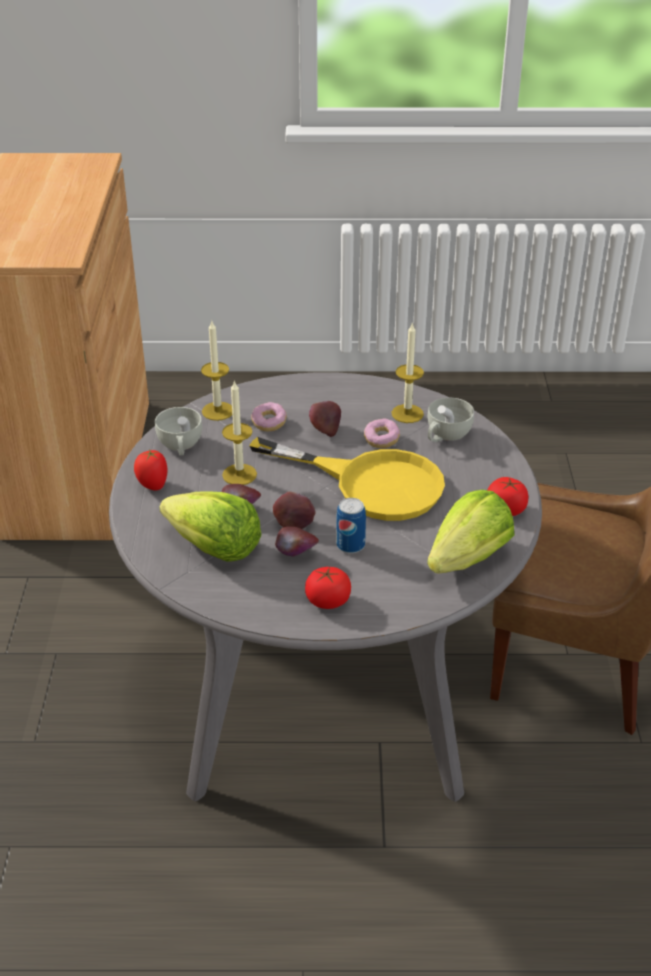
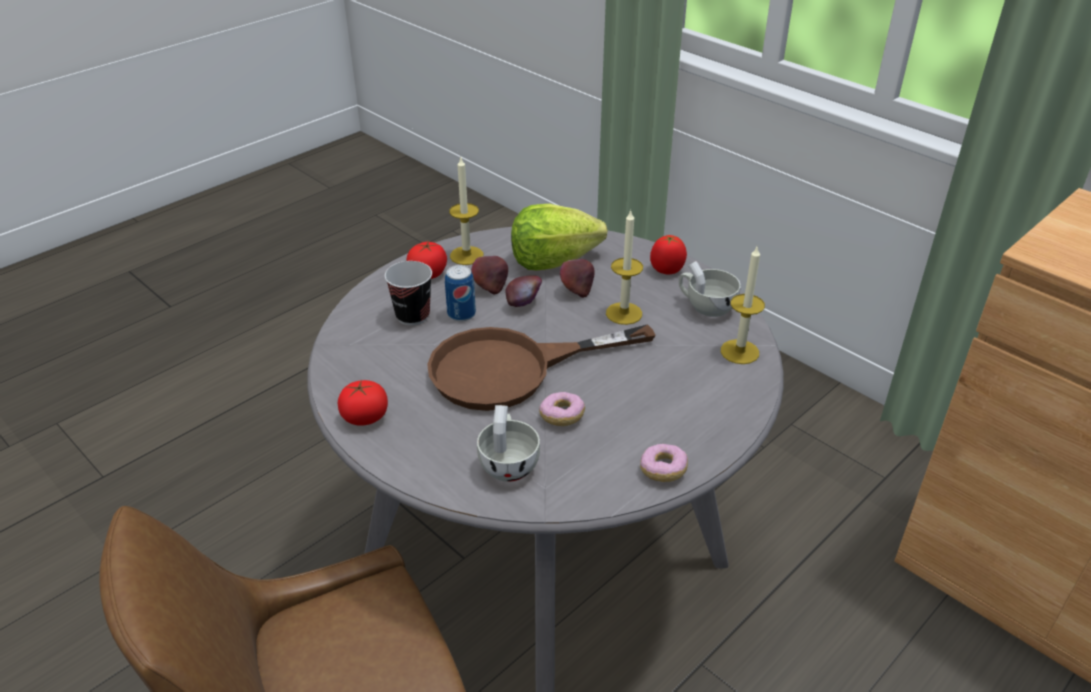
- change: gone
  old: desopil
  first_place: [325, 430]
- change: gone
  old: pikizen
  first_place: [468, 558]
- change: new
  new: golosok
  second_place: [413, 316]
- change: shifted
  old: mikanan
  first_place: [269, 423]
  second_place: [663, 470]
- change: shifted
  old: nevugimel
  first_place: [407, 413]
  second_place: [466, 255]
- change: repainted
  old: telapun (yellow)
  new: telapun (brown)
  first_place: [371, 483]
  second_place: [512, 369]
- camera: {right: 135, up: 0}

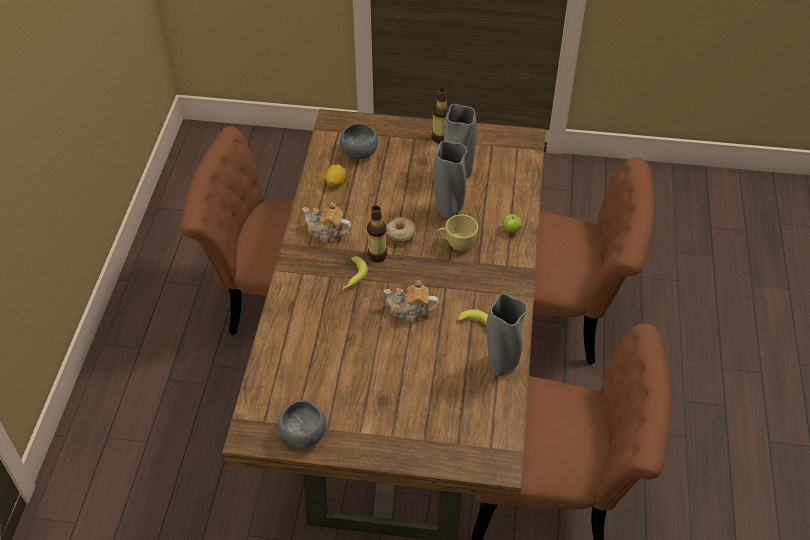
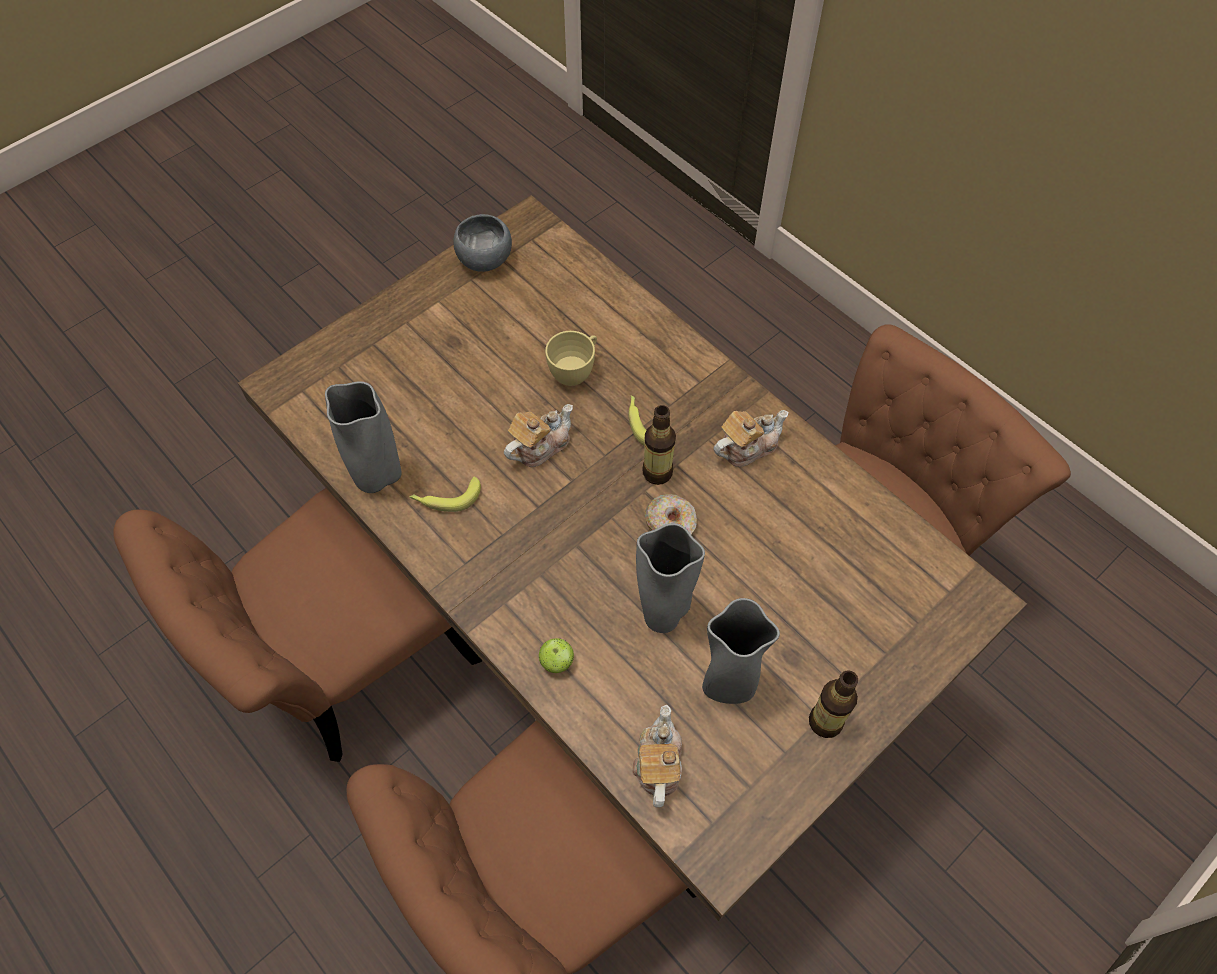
- change: gone
  old: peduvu
  first_place: [336, 182]
- change: gone
  old: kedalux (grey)
  first_place: [359, 151]
- change: new
  new: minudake
  second_place: [657, 765]
- change: shifted
  old: golosok (yellow)
  first_place: [456, 244]
  second_place: [575, 371]
- camera: {right: 130, up: 10}

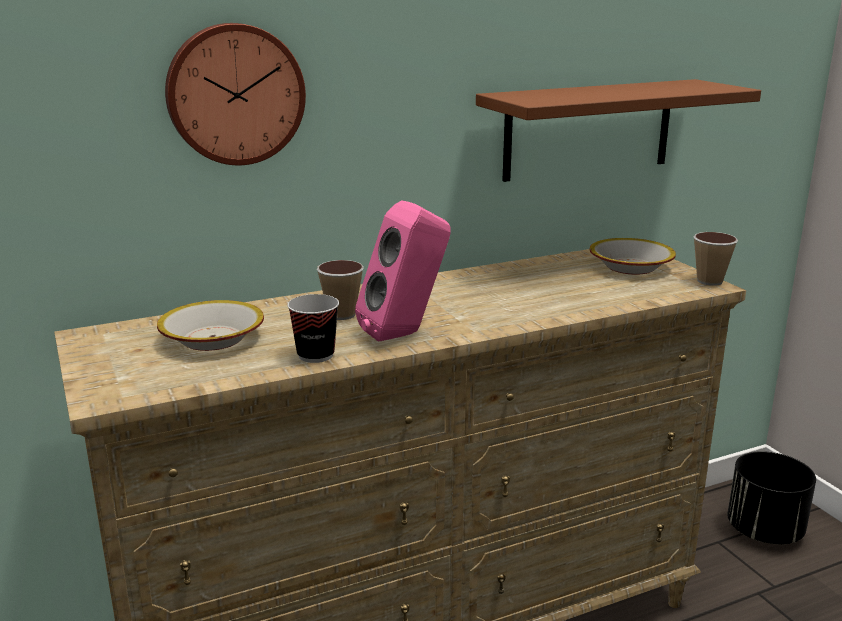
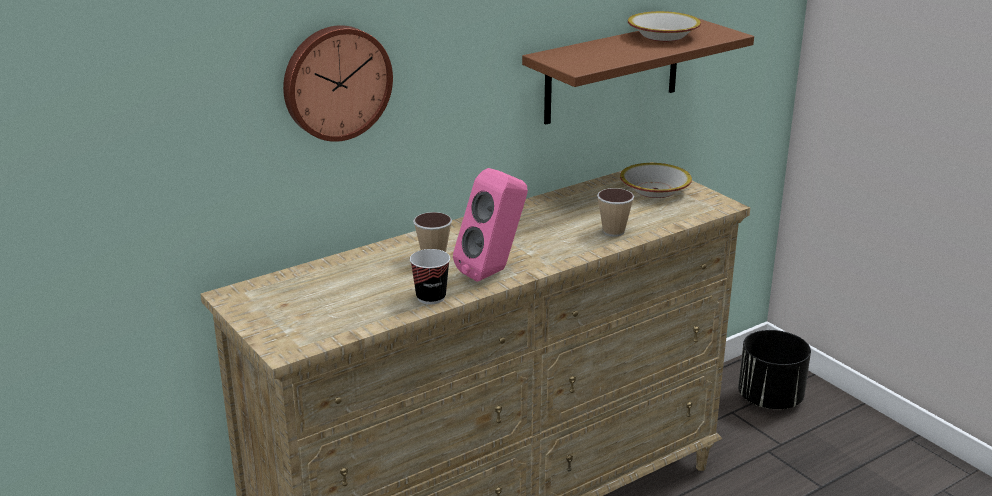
- change: shifted
  old: kedalux
  first_place: [212, 338]
  second_place: [662, 35]
- change: shifted
  old: golosok
  first_place: [709, 281]
  second_place: [613, 231]
- camera: {right: -10, up: 5}

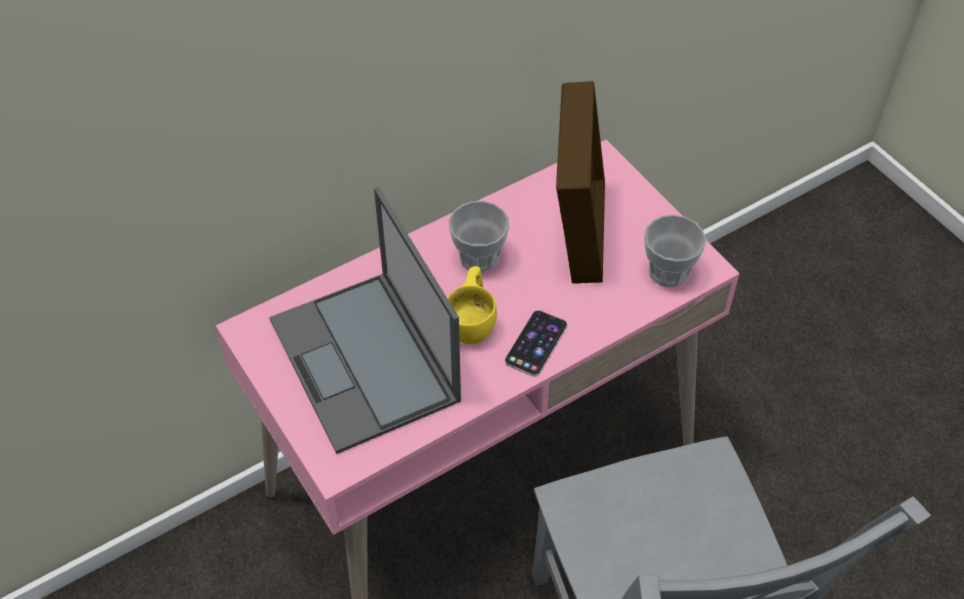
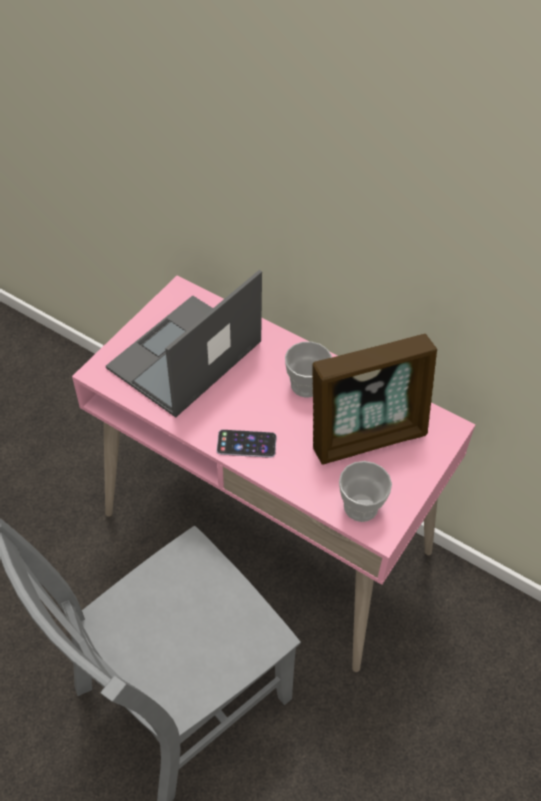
- change: gone
  old: golosok (yellow)
  first_place: [473, 321]
- camera: {right: 65, up: 0}

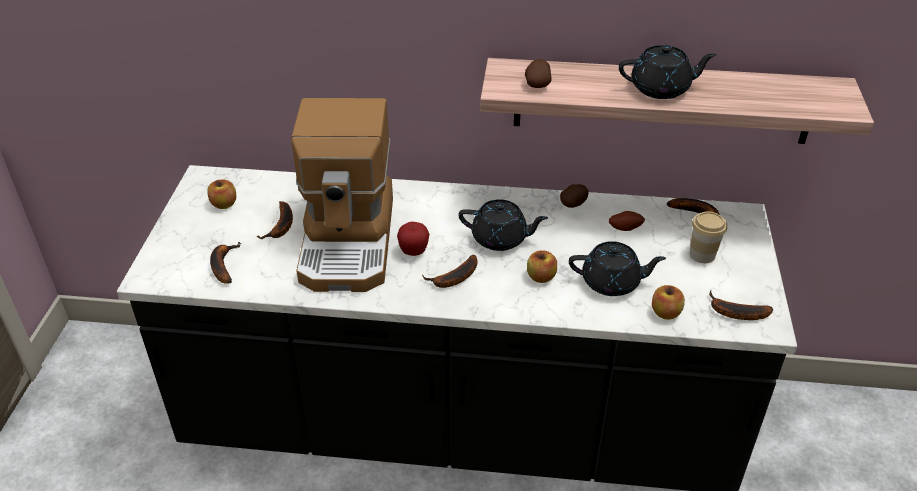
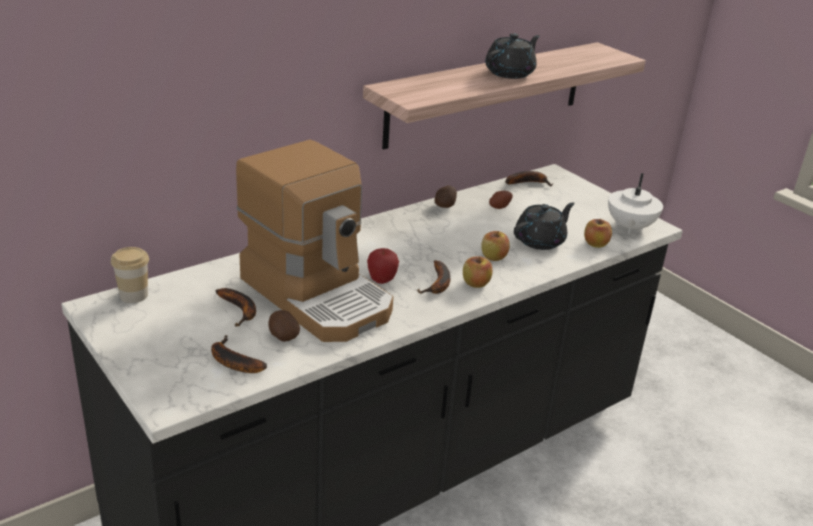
- change: gone
  old: minudake (black)
  first_place: [500, 238]
- change: shifted
  old: desopil
  first_place: [224, 204]
  second_place: [476, 283]
- change: shifted
  old: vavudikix
  first_place: [537, 84]
  second_place: [282, 336]
- change: shifted
  old: golosok
  first_place: [702, 255]
  second_place: [134, 295]
- change: swapped
  old: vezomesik
  new: minudake (white)
  first_place: [734, 313]
  second_place: [629, 227]
- camera: {right: -45, up: -10}

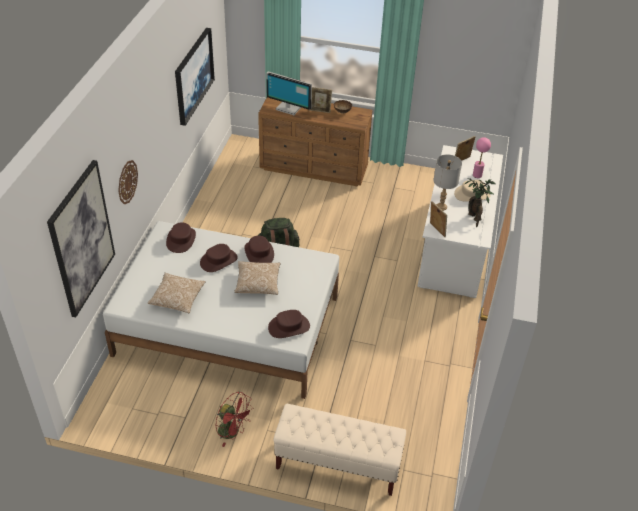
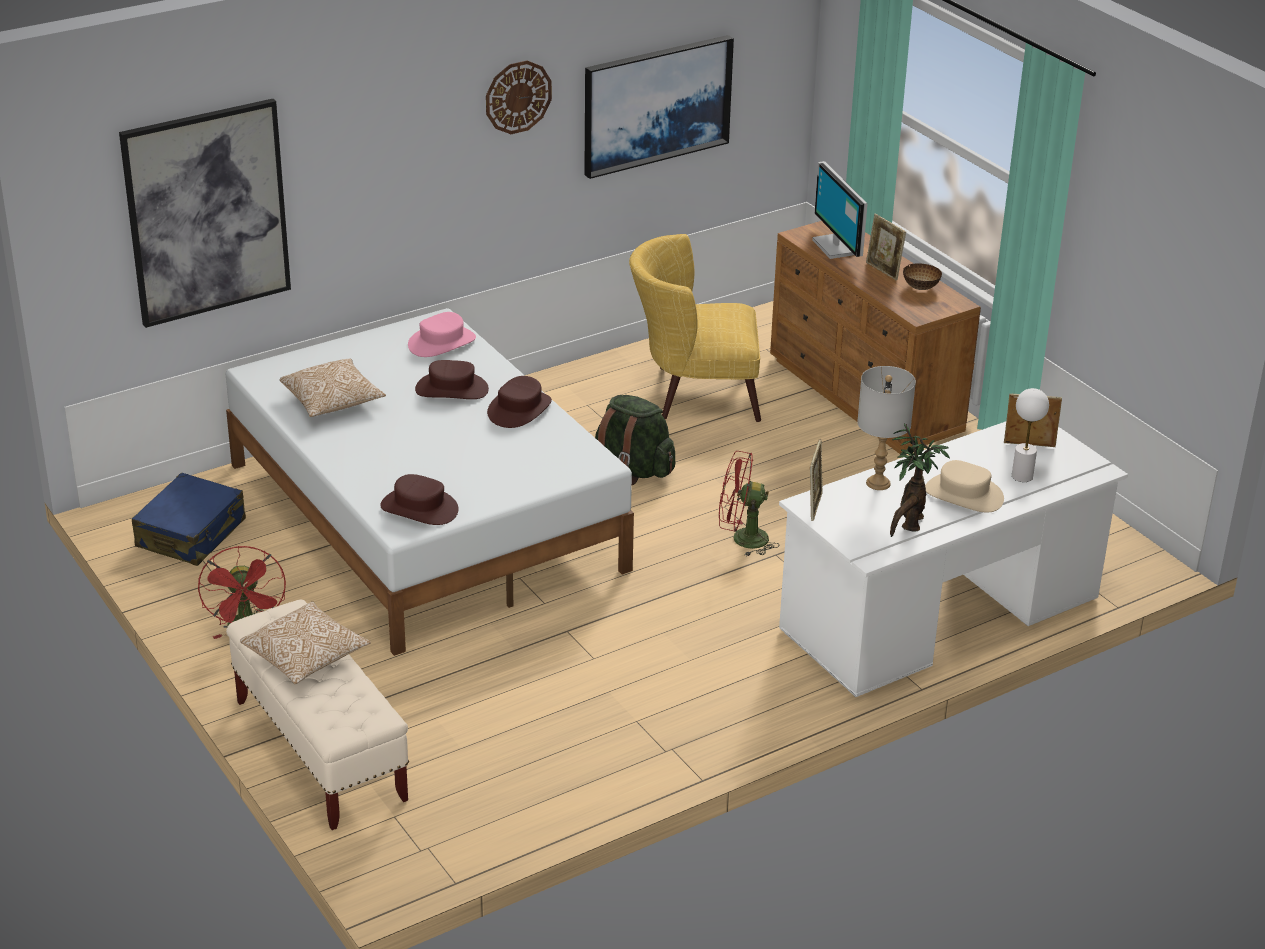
- change: new
  new: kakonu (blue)
  second_place: [191, 534]
- change: new
  new: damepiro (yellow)
  second_place: [694, 393]
- change: new
  new: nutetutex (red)
  second_place: [742, 539]
- change: shifted
  old: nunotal
  first_place: [127, 182]
  second_place: [518, 97]
- change: shifted
  old: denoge
  first_place: [258, 284]
  second_place: [305, 657]
- change: repainted
  old: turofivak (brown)
  new: turofivak (pink)
  first_place: [181, 240]
  second_place: [442, 343]
- change: repainted
  old: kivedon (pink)
  new: kivedon (white)
  first_place: [477, 175]
  second_place: [1022, 476]
- camera: {right: 45, up: -10}

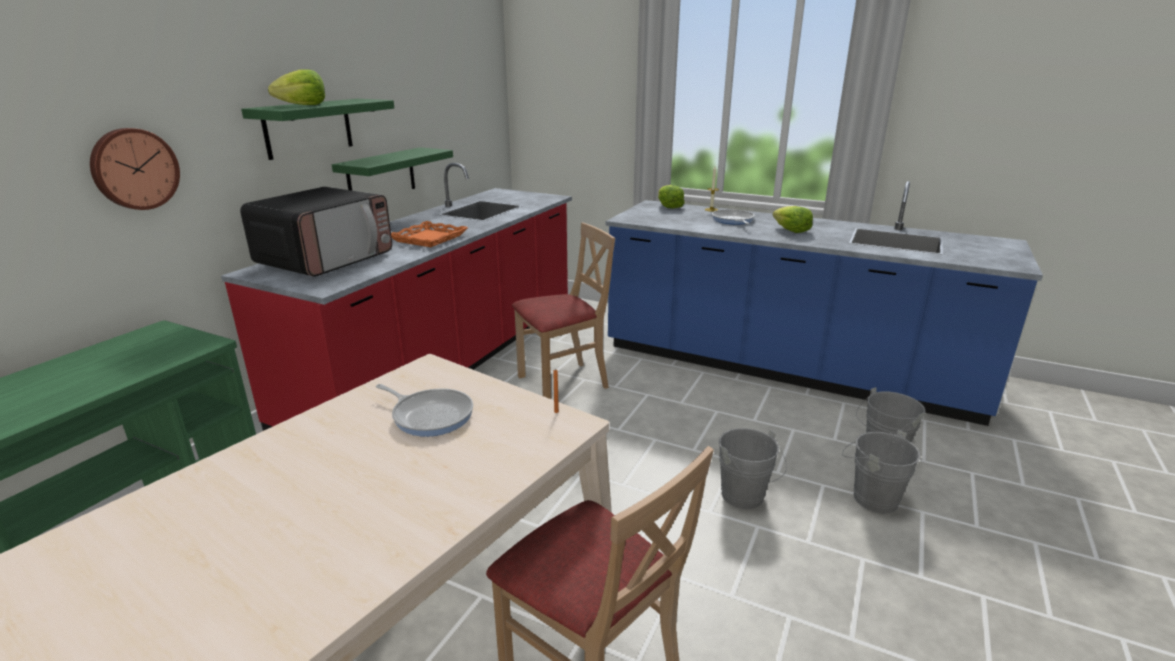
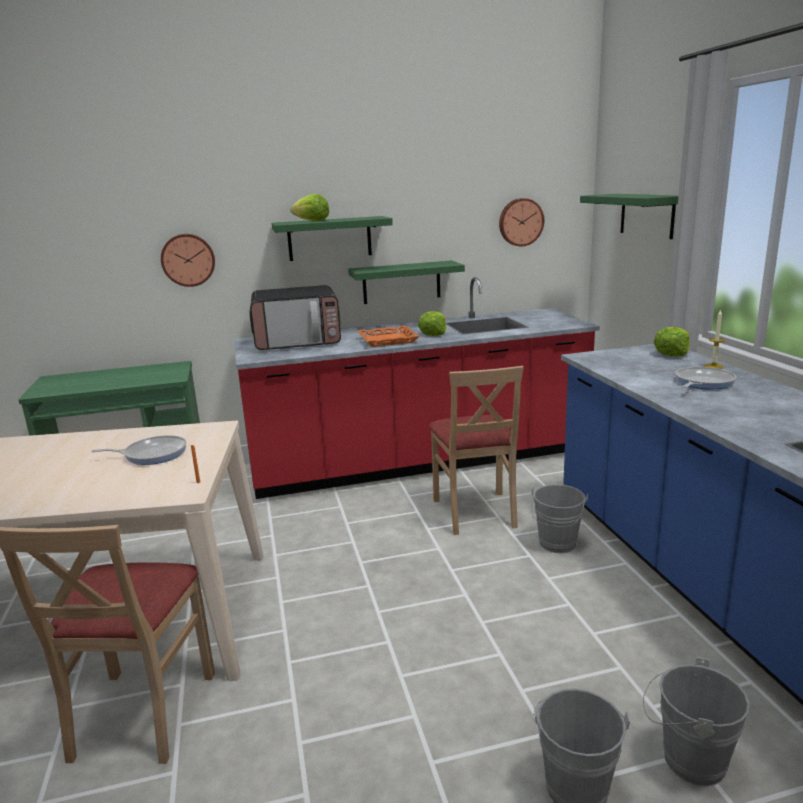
- change: new
  new: nunotal
  second_place: [520, 222]
- change: new
  new: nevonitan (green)
  second_place: [647, 215]
- change: shifted
  old: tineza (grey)
  first_place: [745, 498]
  second_place: [556, 545]
- change: shifted
  old: pikizen
  first_place: [791, 230]
  second_place: [433, 333]
- change: rotated
  old: telapun
  first_place: [430, 415]
  second_place: [152, 454]
  degrees: -90
- change: rotated
  old: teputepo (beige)
  first_place: [563, 383]
  second_place: [475, 512]
  degrees: 60
- camera: {right: 50, up: -5}

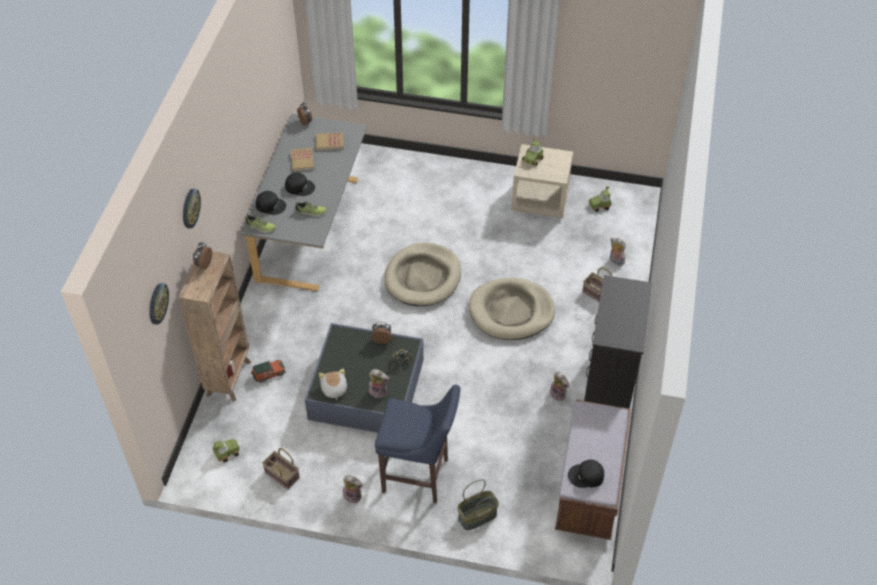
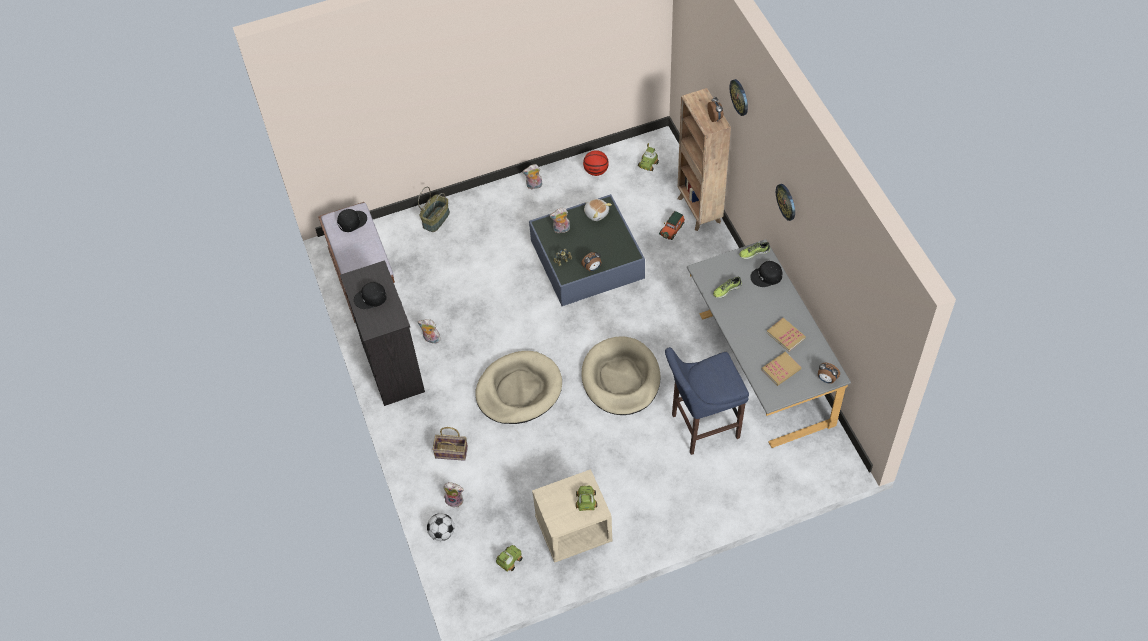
- change: new
  new: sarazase
  second_place: [442, 533]
- change: shifted
  old: nunotal
  first_place: [157, 303]
  second_place: [786, 201]
- change: shifted
  old: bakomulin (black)
  first_place: [300, 186]
  second_place: [370, 298]
- change: shifted
  old: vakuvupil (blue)
  first_place: [419, 476]
  second_place: [701, 427]
- change: swapped
  old: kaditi
  new: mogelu
  first_place: [281, 475]
  second_place: [596, 171]
- camera: {right: 150, up: 5}

